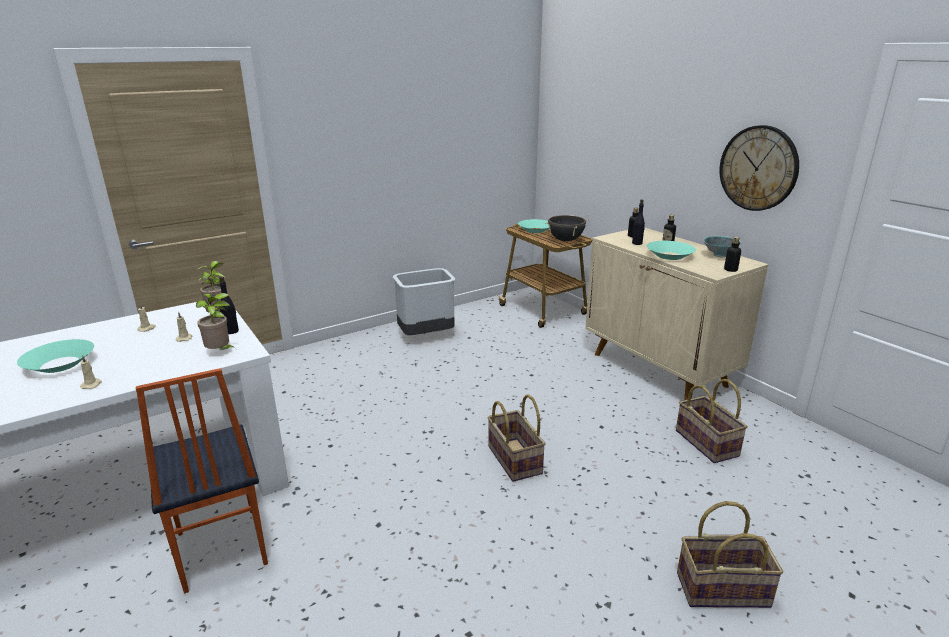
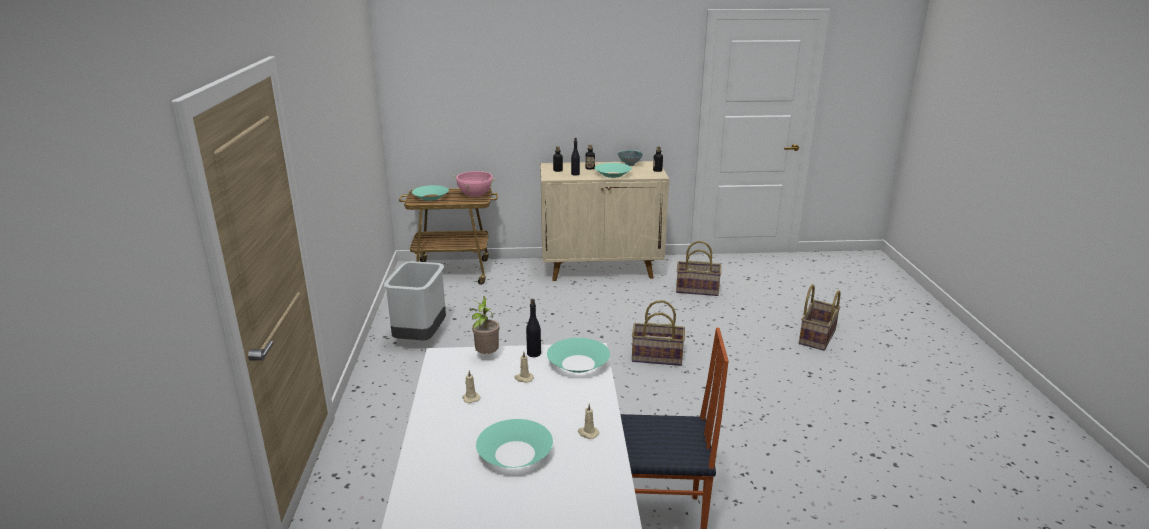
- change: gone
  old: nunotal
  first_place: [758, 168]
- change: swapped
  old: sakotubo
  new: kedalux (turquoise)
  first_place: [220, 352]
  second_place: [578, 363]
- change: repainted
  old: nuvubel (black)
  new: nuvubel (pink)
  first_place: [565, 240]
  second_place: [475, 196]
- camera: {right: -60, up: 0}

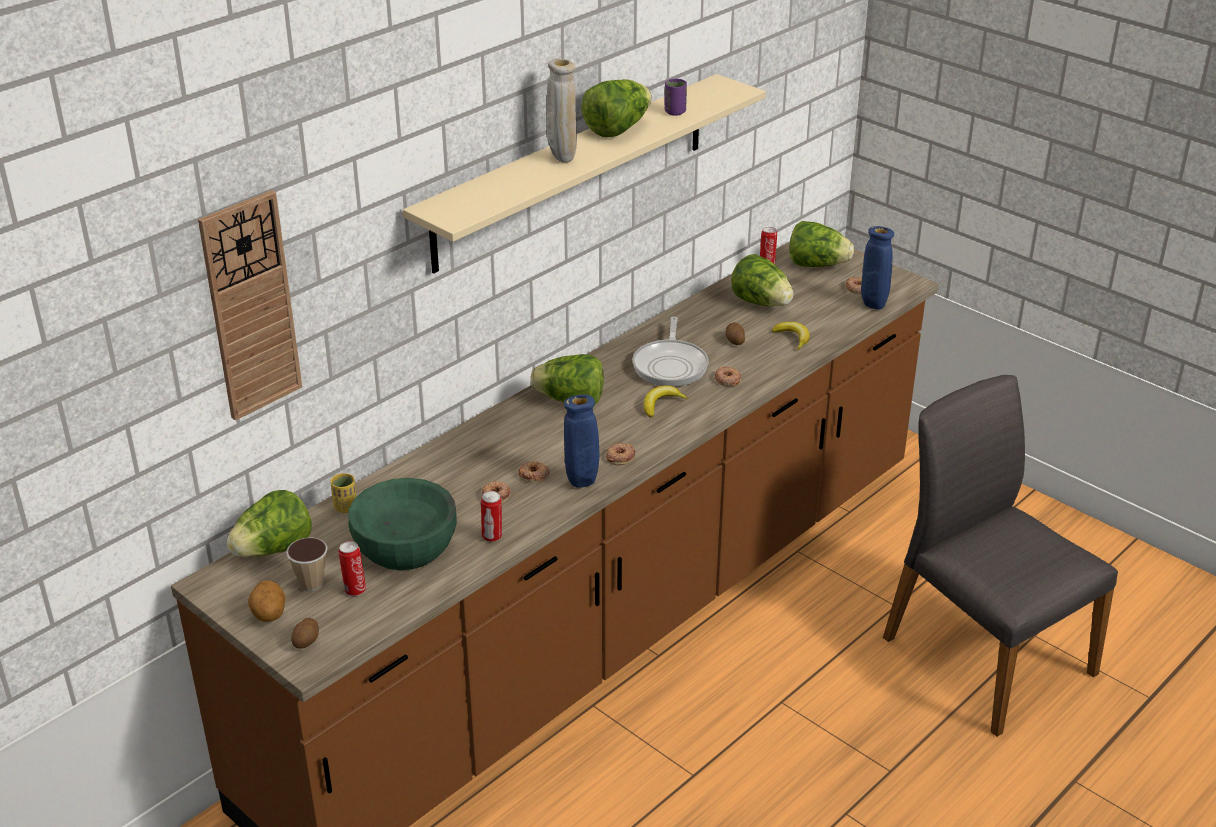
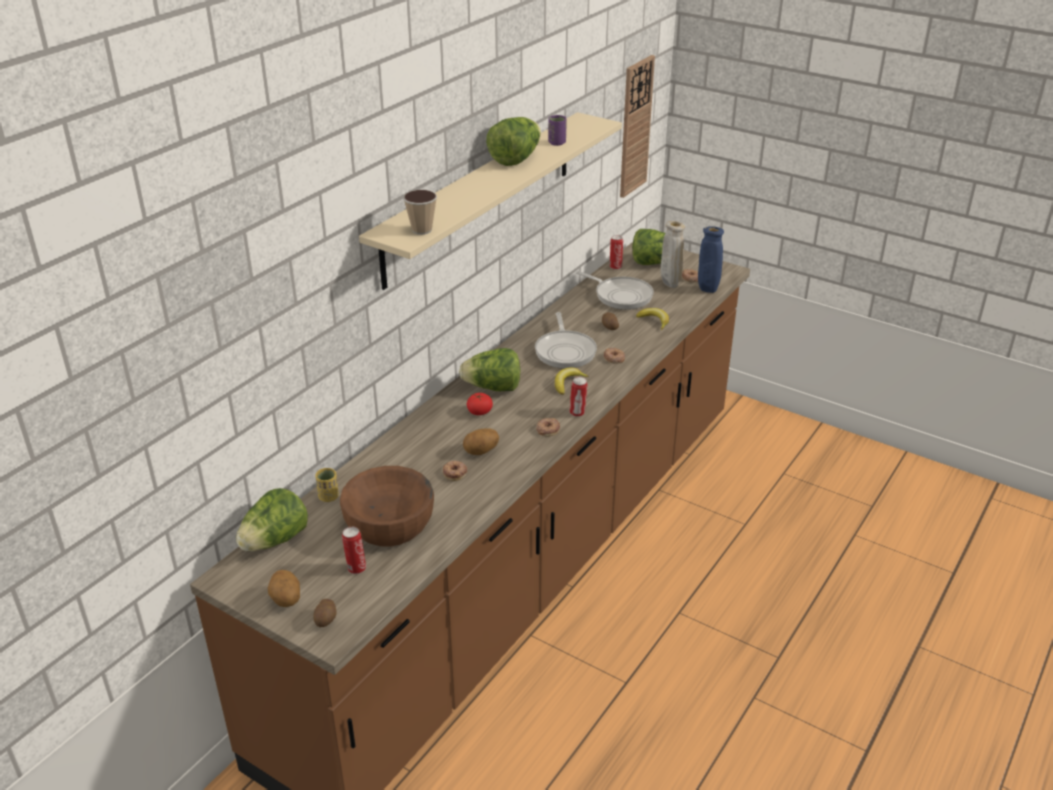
- change: gone
  old: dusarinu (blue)
  first_place: [582, 484]
- change: gone
  old: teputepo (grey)
  first_place: [984, 655]
- change: new
  new: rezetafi
  second_place: [479, 411]
- change: shifted
  old: nunotal
  first_place: [251, 306]
  second_place: [635, 127]
- change: shifted
  old: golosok
  first_place: [311, 583]
  second_place: [422, 230]
- change: shifted
  old: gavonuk
  first_place: [492, 537]
  second_place: [577, 413]
- change: shifted
  old: dusarinu (beige)
  first_place: [562, 159]
  second_place: [669, 285]
- change: swapped
  old: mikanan
  new: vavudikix
  first_place: [534, 475]
  second_place: [481, 452]
- change: swapped
  old: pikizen
  new: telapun
  first_place: [761, 303]
  second_place: [620, 295]
- change: repainted
  old: kedalux (green)
  new: kedalux (brown)
  first_place: [405, 545]
  second_place: [389, 524]
- camera: {right: -10, up: 0}

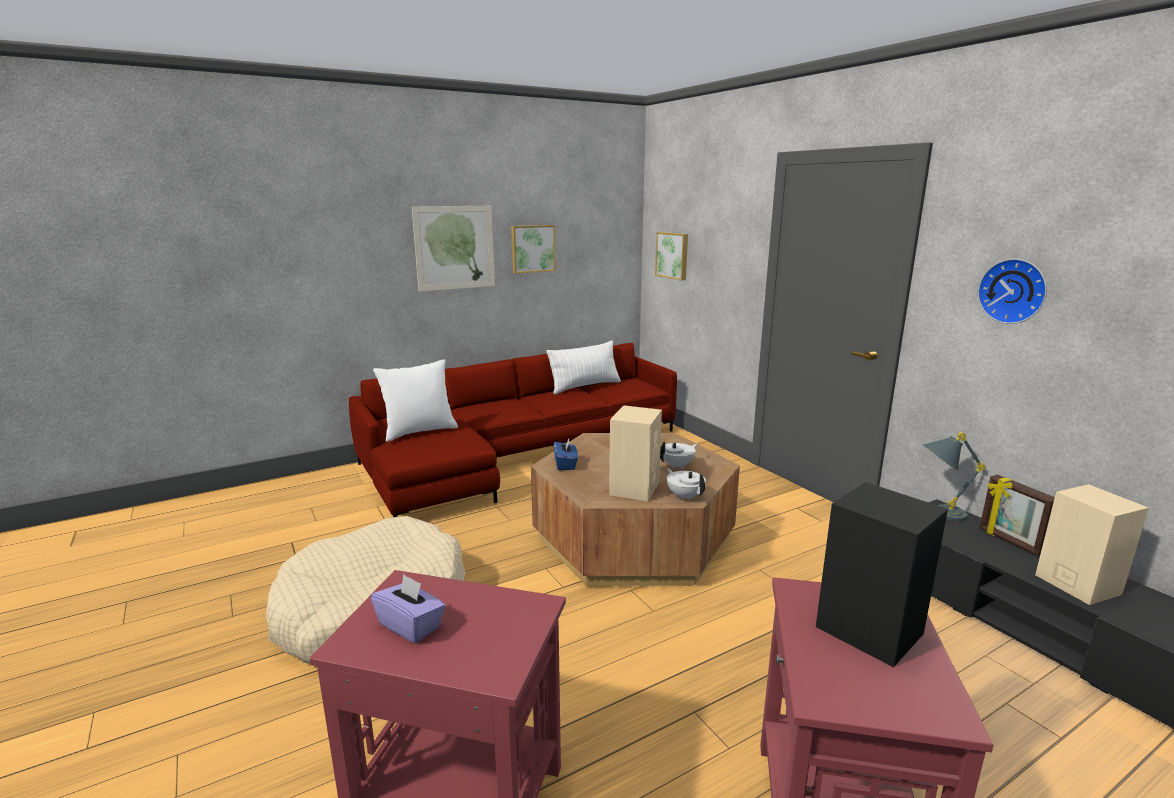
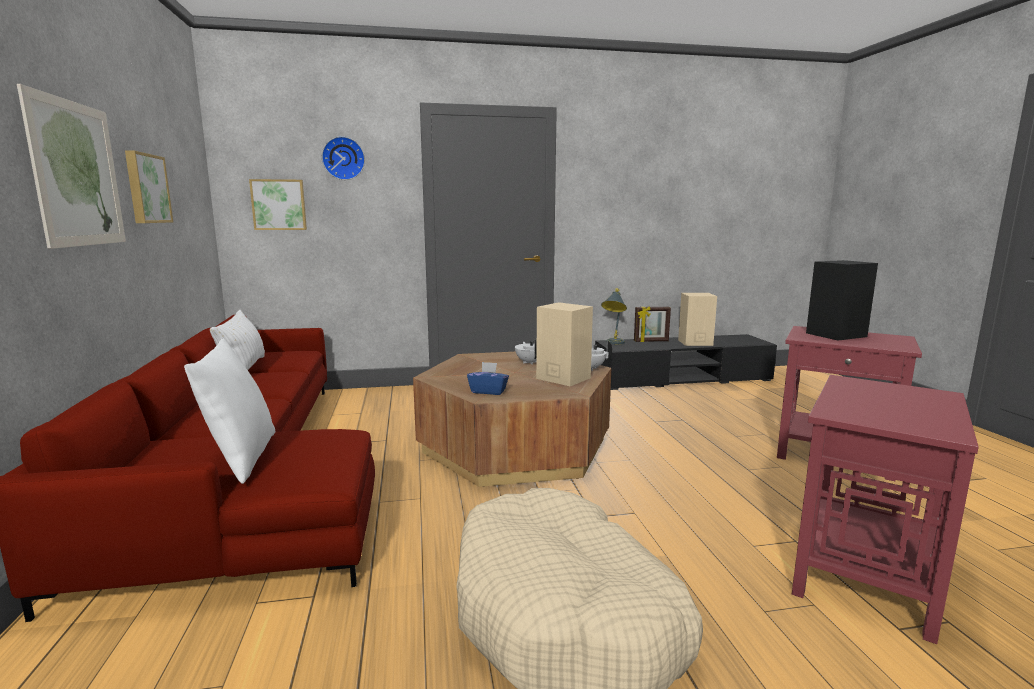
- change: gone
  old: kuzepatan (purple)
  first_place: [411, 625]
- change: shifted
  old: nunotal
  first_place: [1013, 291]
  second_place: [343, 158]
- camera: {right: -70, up: -5}

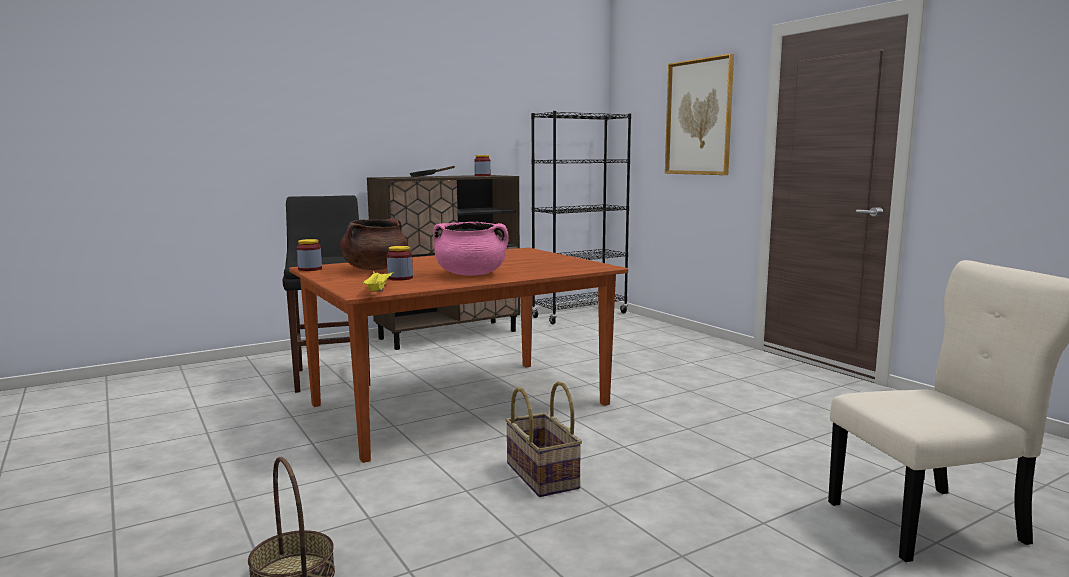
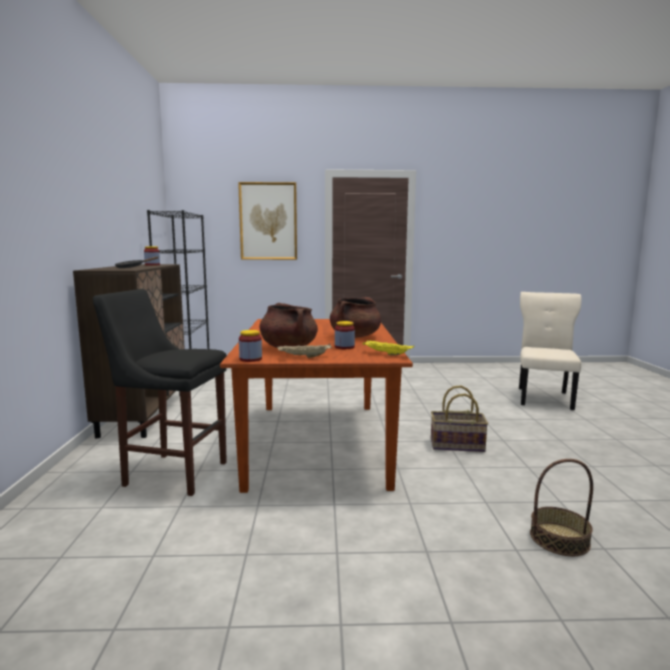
- change: new
  new: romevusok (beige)
  second_place: [304, 357]
- change: repainted
  old: nuvubel (pink)
  new: nuvubel (brown)
  first_place: [471, 274]
  second_place: [355, 336]
- camera: {right: -60, up: 0}

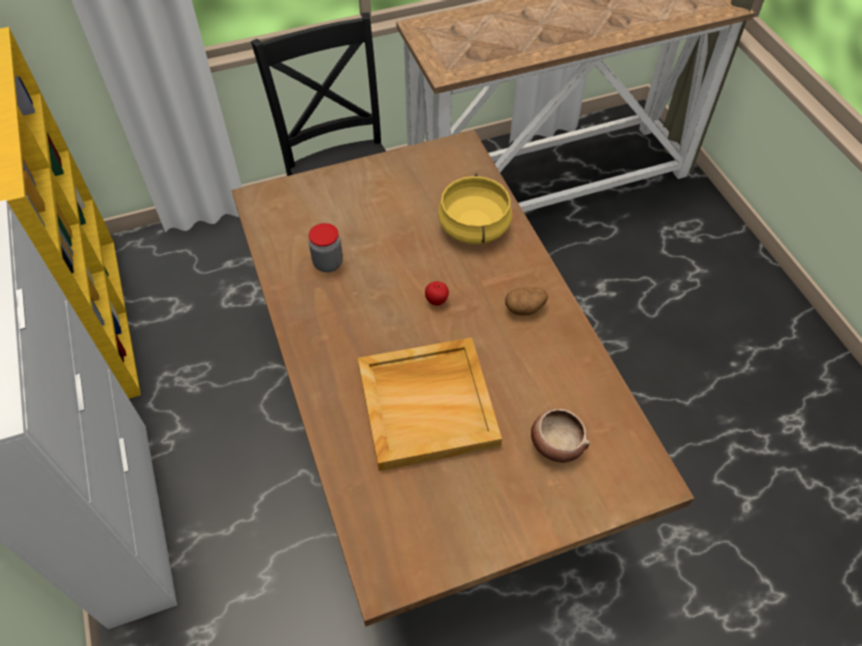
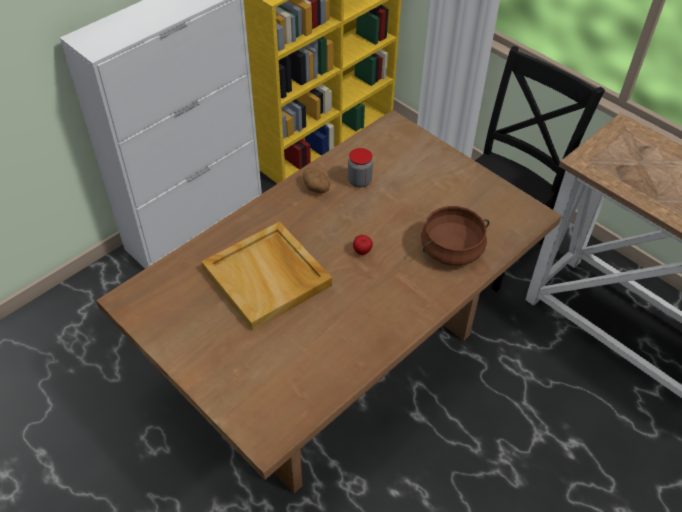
- change: gone
  old: kedalux
  first_place: [556, 444]
- change: shifted
  old: vavudikix
  first_place: [525, 308]
  second_place: [317, 188]
- change: repainted
  old: nuvubel (yellow)
  new: nuvubel (brown)
  first_place: [474, 226]
  second_place: [451, 250]
- camera: {right: 65, up: -5}

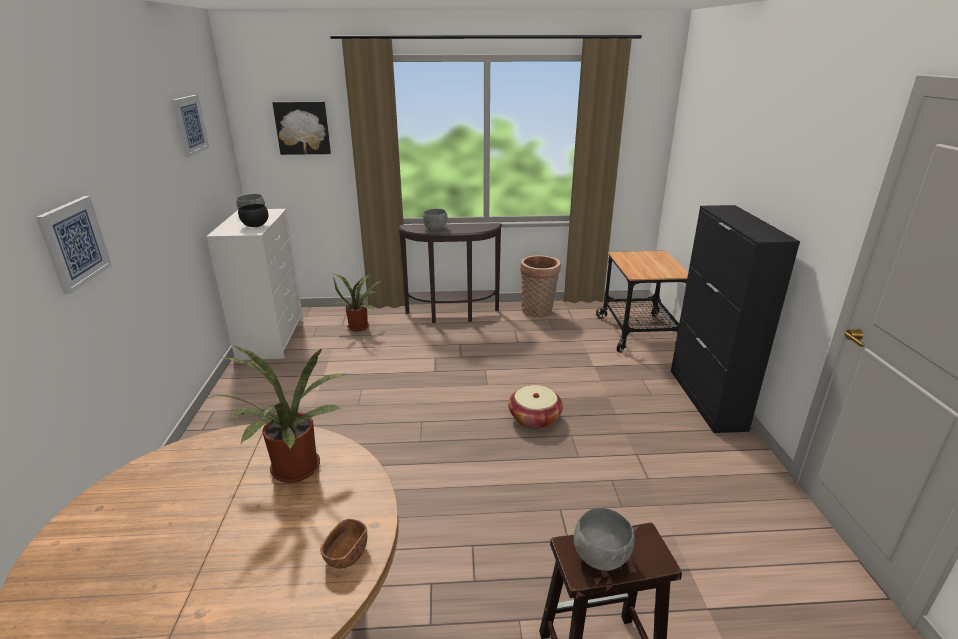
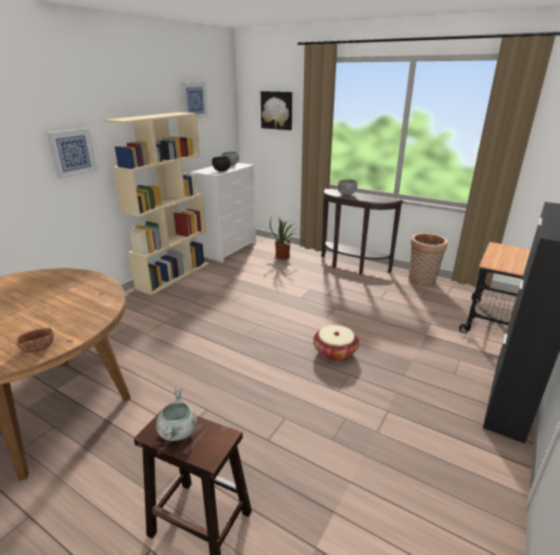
- change: gone
  old: sakotubo
  first_place: [293, 472]
- change: new
  new: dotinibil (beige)
  second_place: [174, 275]
- change: swapped
  old: kedalux (grey)
  new: nuvubel (grey)
  first_place: [602, 557]
  second_place: [178, 432]
- camera: {right: 35, up: 0}

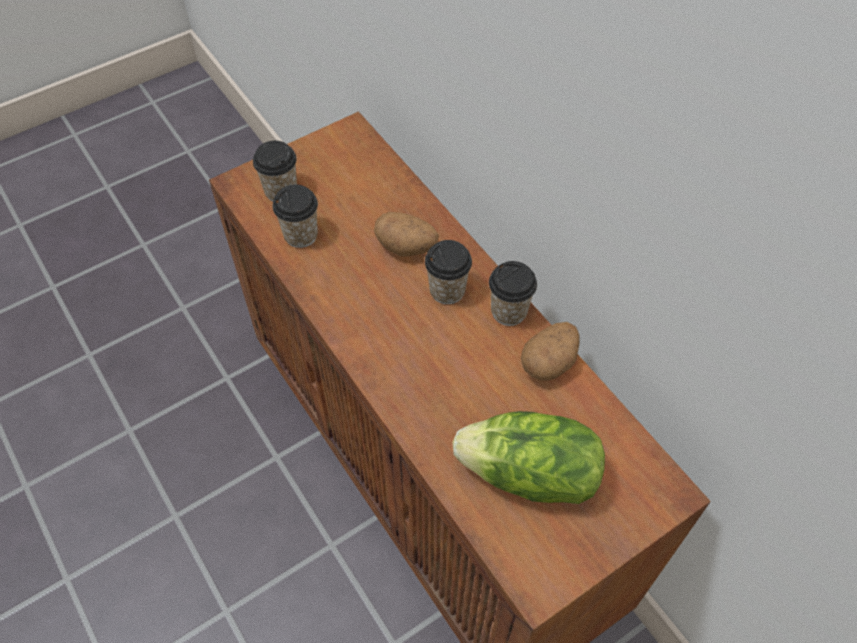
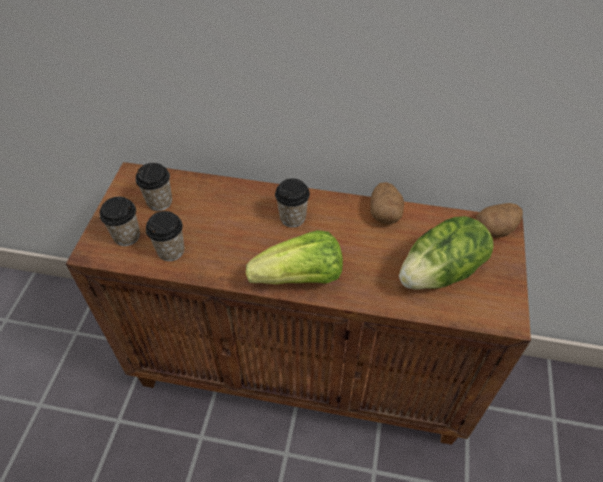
- change: new
  new: pikizen
  second_place: [300, 278]
- change: shifted
  old: vavudikix
  first_place: [407, 247]
  second_place: [495, 229]
- change: shifted
  old: golosok
  first_place: [509, 311]
  second_place: [159, 202]
- camera: {right: -45, up: -5}

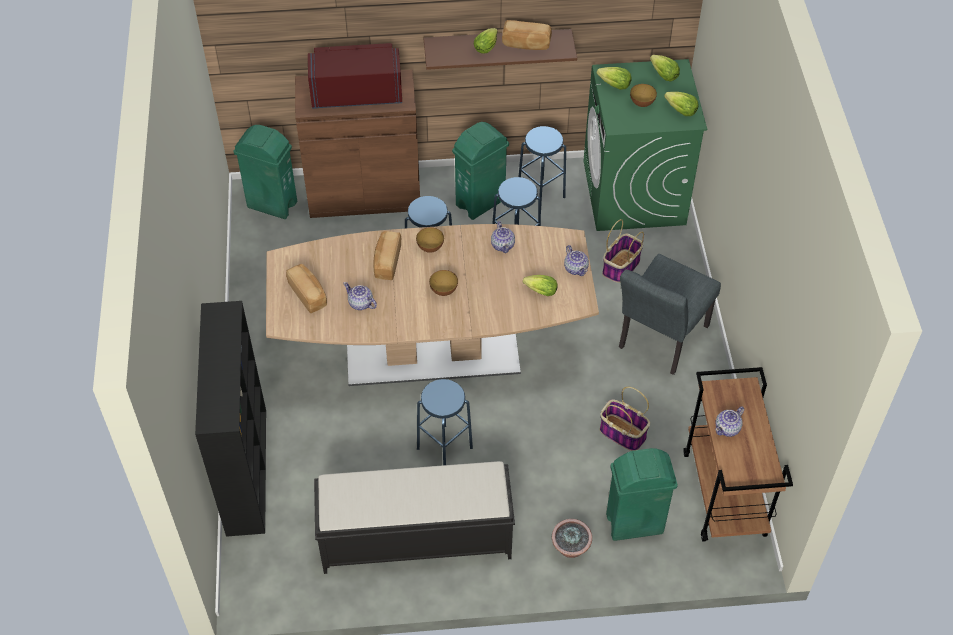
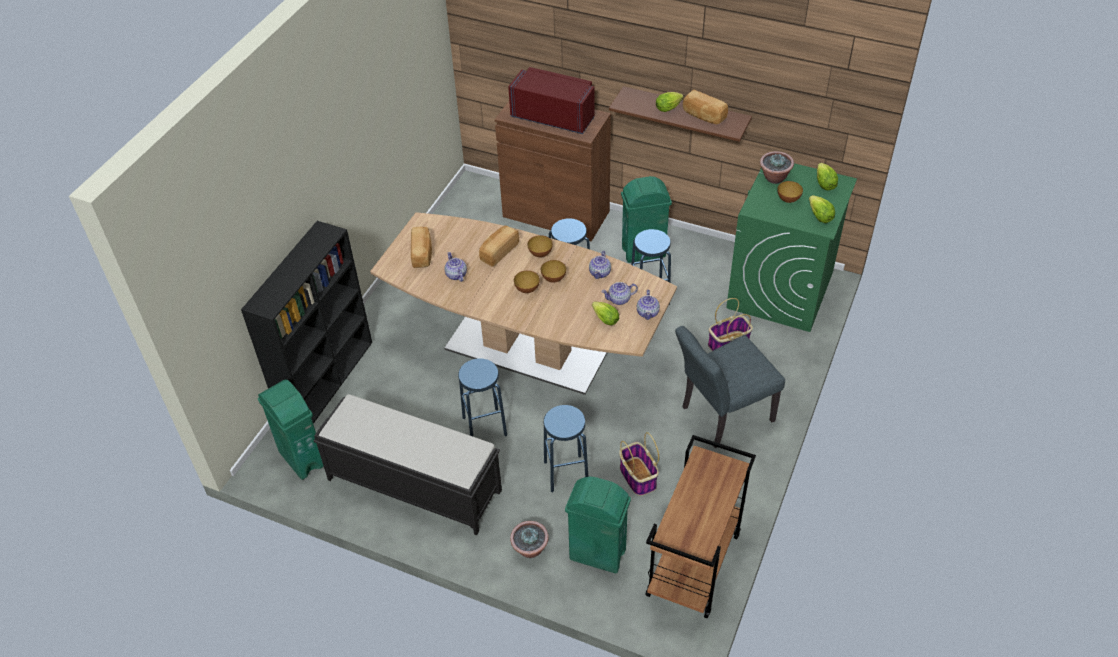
- change: new
  new: kedalux
  second_place: [553, 279]
- change: shifted
  old: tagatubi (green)
  first_place: [272, 204]
  second_place: [302, 458]
- change: shifted
  old: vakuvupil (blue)
  first_place: [541, 195]
  second_place: [566, 473]
- change: shifted
  old: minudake
  first_place: [728, 428]
  second_place: [619, 299]
- change: swapped
  old: pikizen
  new: sakotubo
  first_place: [614, 85]
  second_place: [774, 178]
- camera: {right: 30, up: -5}

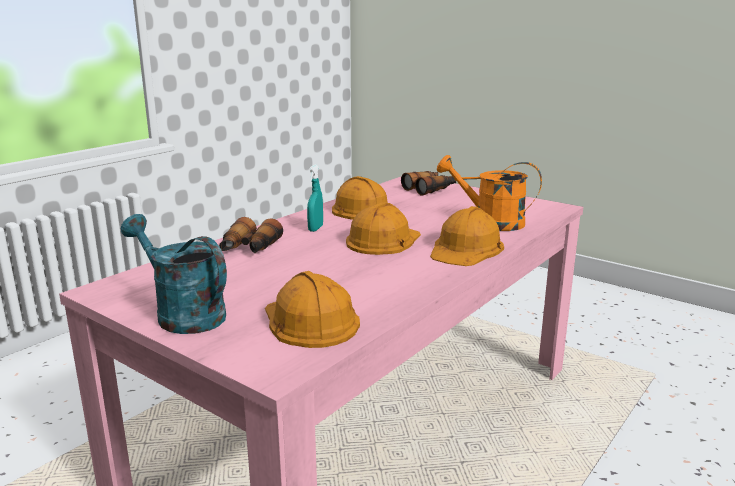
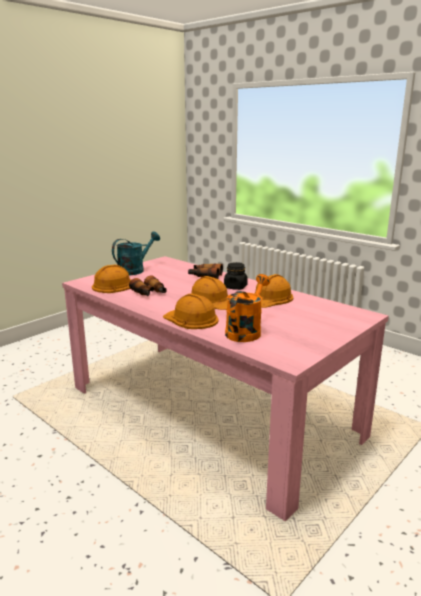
- change: shifted
  old: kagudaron
  first_place: [430, 189]
  second_place: [149, 293]
- change: swapped
  old: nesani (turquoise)
  new: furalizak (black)
  first_place: [315, 228]
  second_place: [235, 287]
- camera: {right: 95, up: 0}

